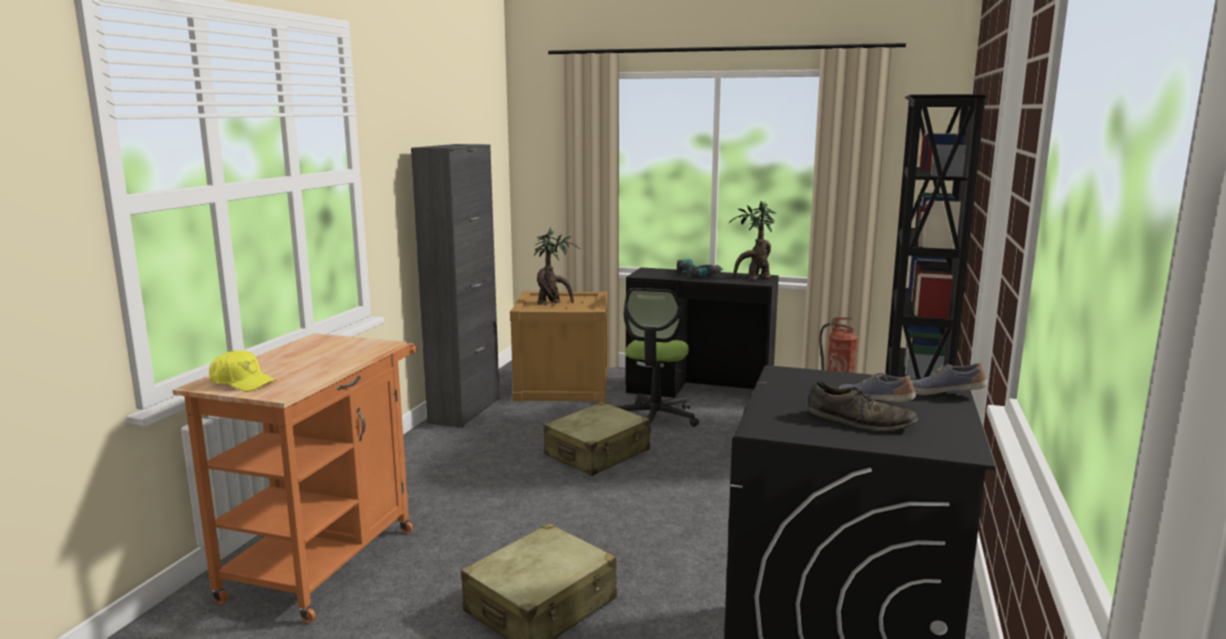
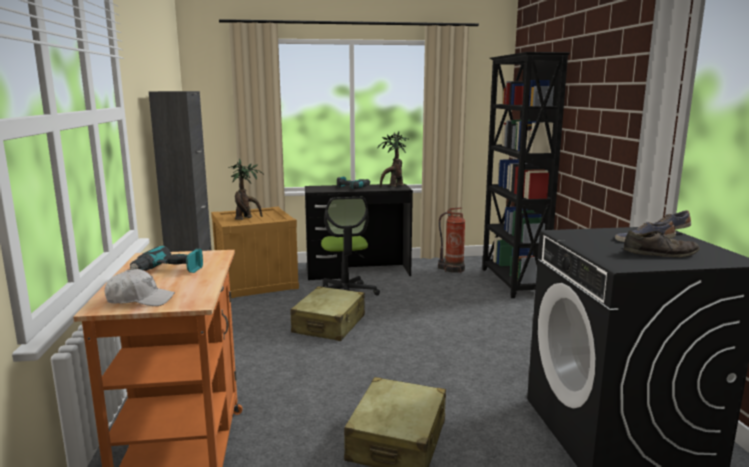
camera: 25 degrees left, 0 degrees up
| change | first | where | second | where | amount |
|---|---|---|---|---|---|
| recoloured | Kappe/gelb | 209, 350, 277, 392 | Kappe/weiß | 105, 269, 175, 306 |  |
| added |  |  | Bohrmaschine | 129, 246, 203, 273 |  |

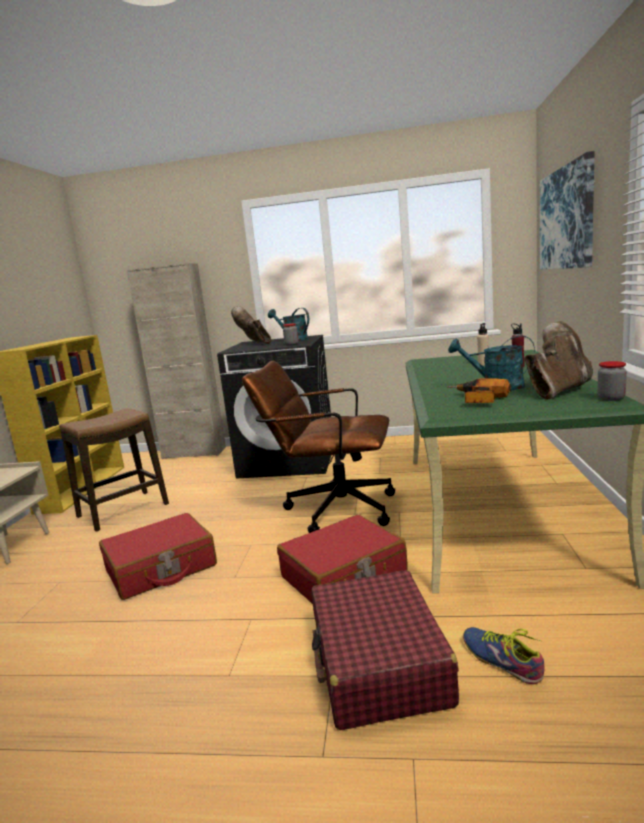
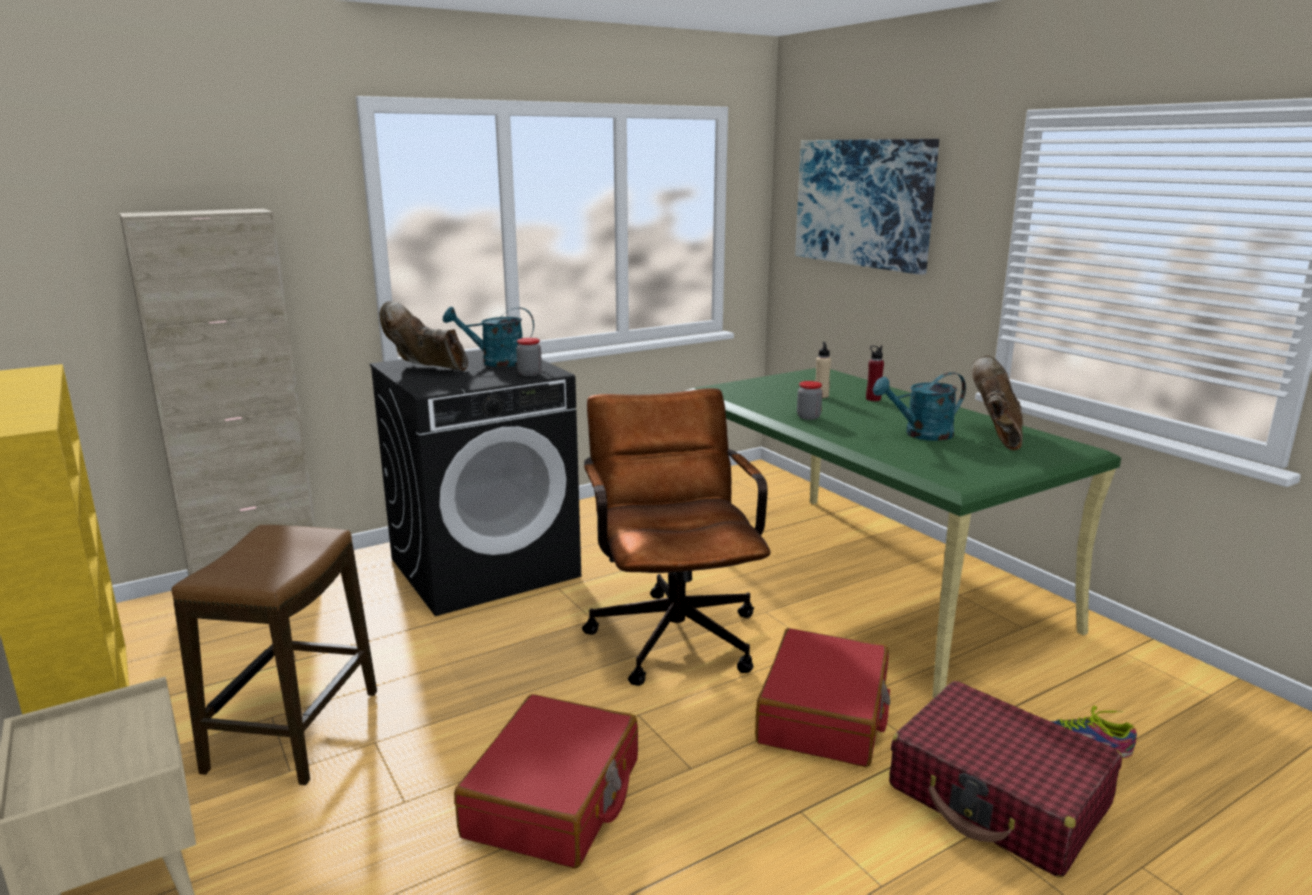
camera: 40 degrees left, 5 degrees up
| change | first | where | second | where | amount |
|---|---|---|---|---|---|
| turned | Bürostuhl/braun | 242, 361, 395, 533 |  | 582, 388, 771, 686 | 105 degrees clockwise |
| removed | Bohrmaschine | 447, 378, 511, 403 |  |  |  |
| moved | Vorratsglas | 597, 361, 627, 401 |  | 797, 381, 822, 420 |  |

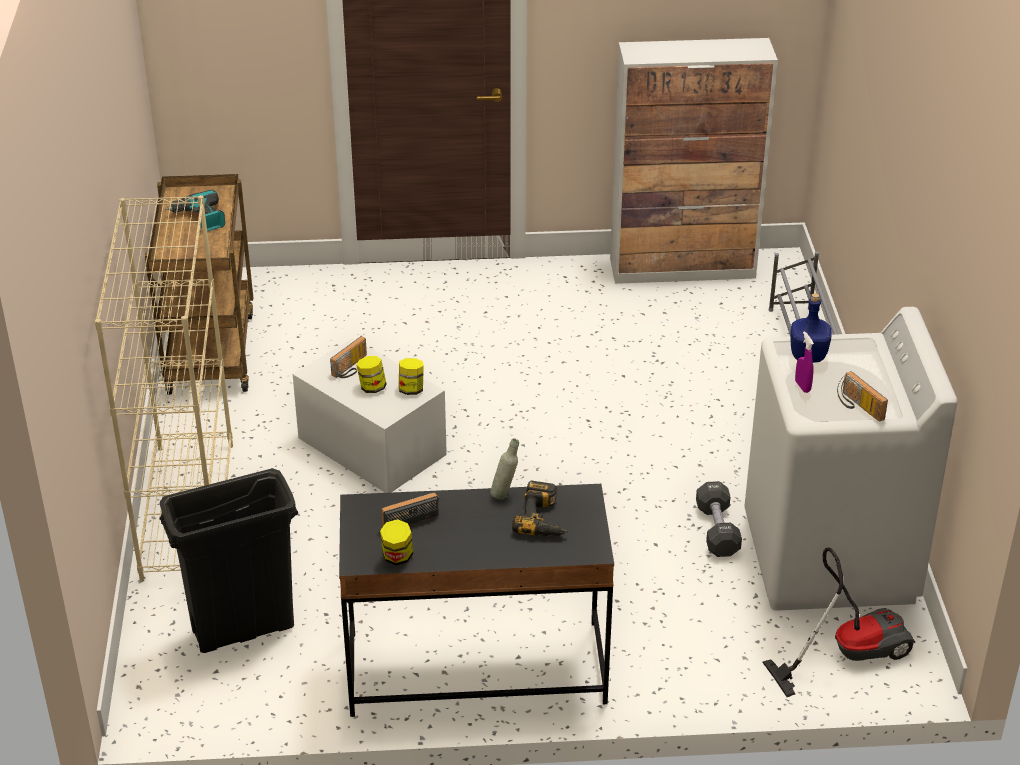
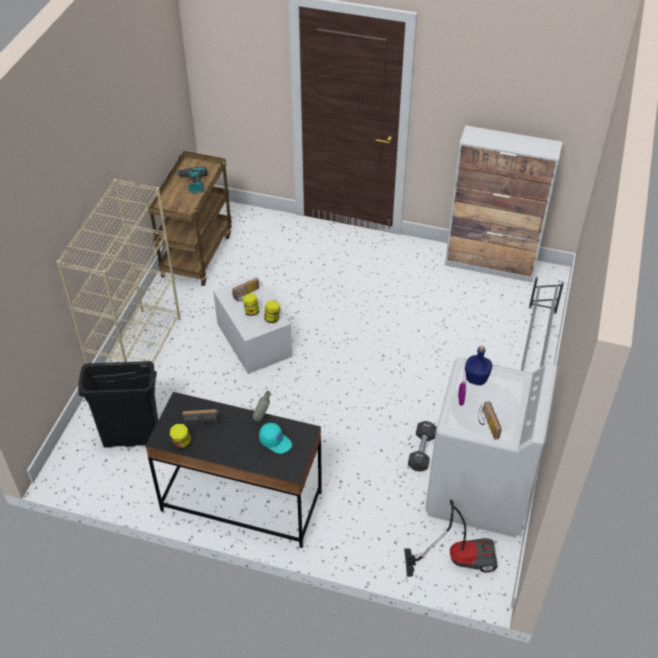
camera: 20 degrees right, 10 degrees up
| change | first | where | second | where | amount |
|---|---|---|---|---|---|
| replaced | Bohrmaschine | 512, 480, 568, 536 | Kappe/türkis | 259, 423, 292, 454 |  |

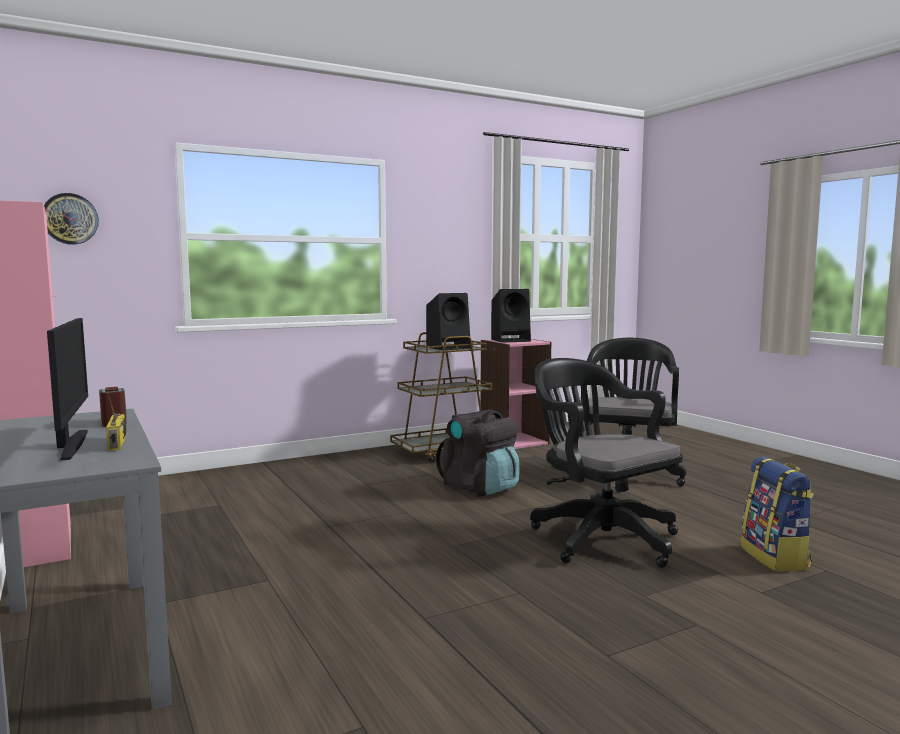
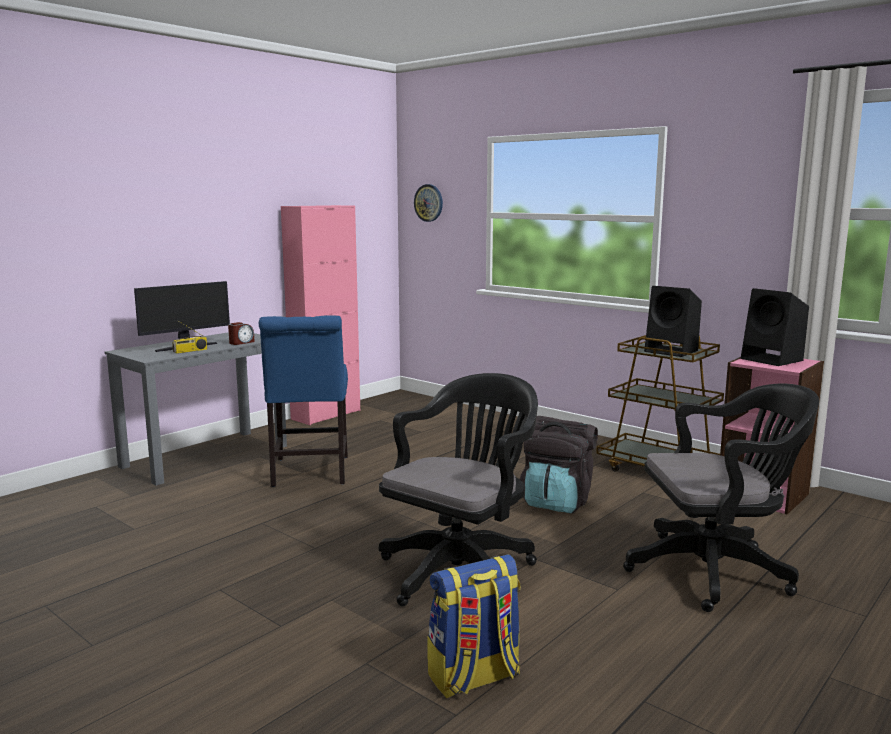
camera: 70 degrees right, 5 degrees up
| change | first | where | second | where | amount |
|---|---|---|---|---|---|
| added |  |  | Stuhl/blau | 259, 316, 348, 487 |  |

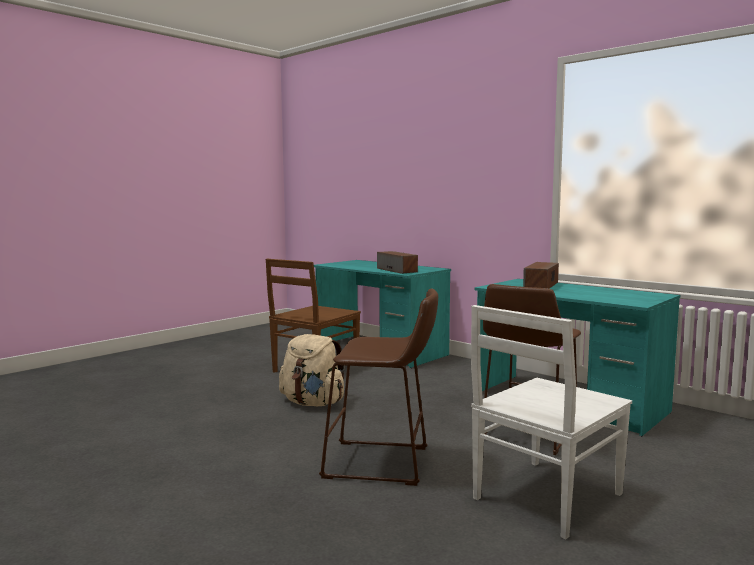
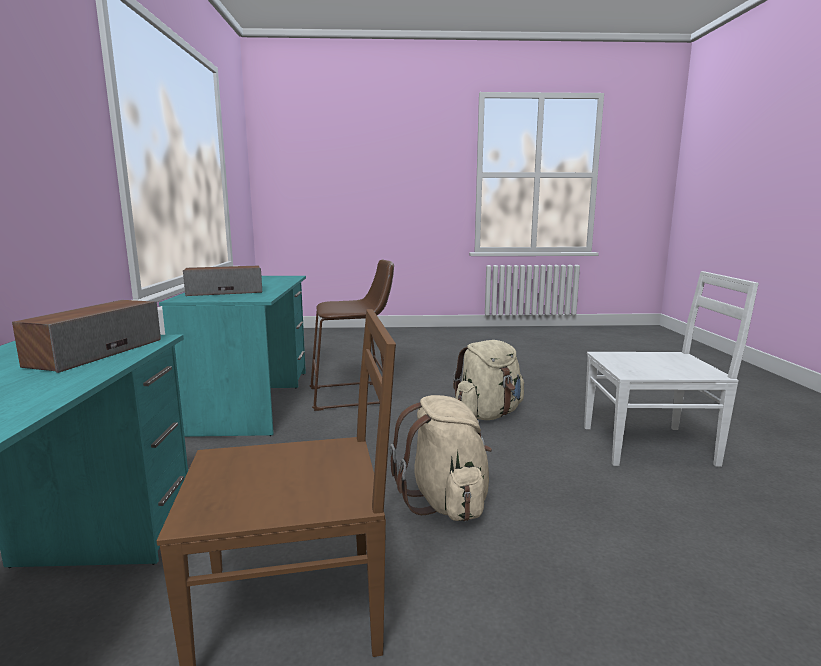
camera: 135 degrees left, 5 degrees up
| change | first | where | second | where | amount |
|---|---|---|---|---|---|
| replaced | Hocker/braun | 319, 288, 438, 486 | Rucksack/beige | 453, 340, 524, 420 |  |
| moved | Stuhl/weiß | 471, 305, 632, 539 |  | 584, 271, 759, 467 |  |

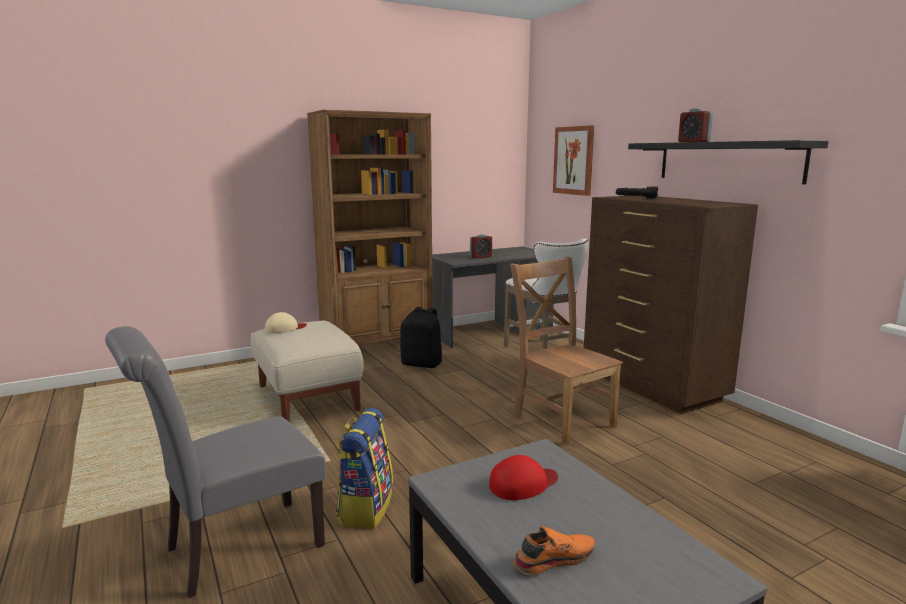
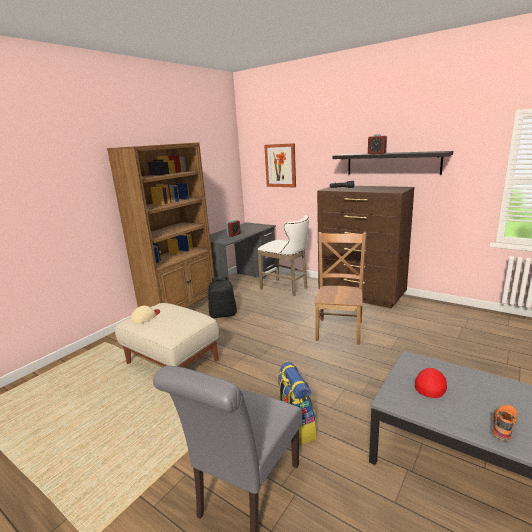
camera: 25 degrees left, 5 degrees up
| change | first | where | second | where | amount |
|---|---|---|---|---|---|
| turned | Stuhl/braun | 510, 256, 623, 446 |  | 314, 232, 367, 345 | 75 degrees clockwise |

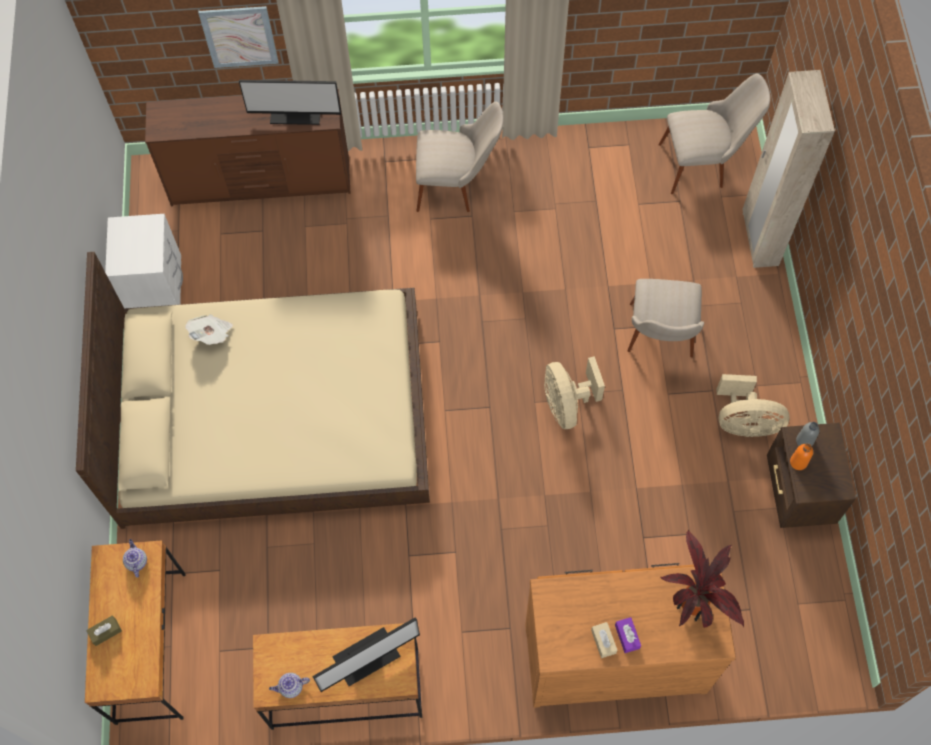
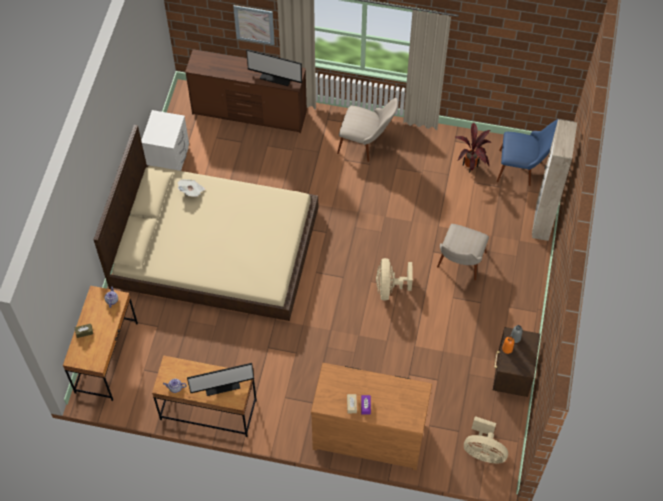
camera: 15 degrees right, 5 degrees down
| change | first | where | second | where | amount |
|---|---|---|---|---|---|
| recoloured | Stuhl/beige | 659, 74, 770, 194 | Stuhl/blau | 497, 119, 559, 186 |  |
| moved | Topfpflanze | 659, 530, 744, 628 |  | 454, 122, 492, 172 |  |
| moved | Ventilator/beige | 717, 374, 790, 437 |  | 464, 416, 508, 464 |  |

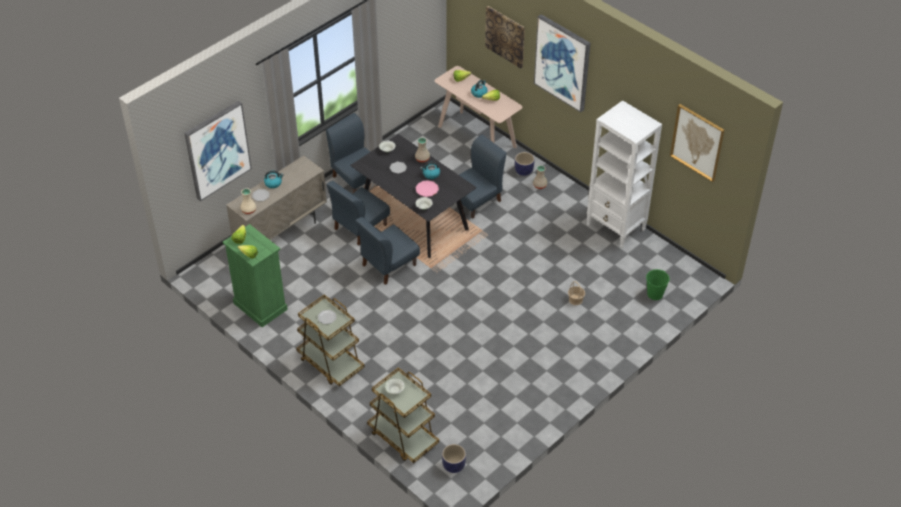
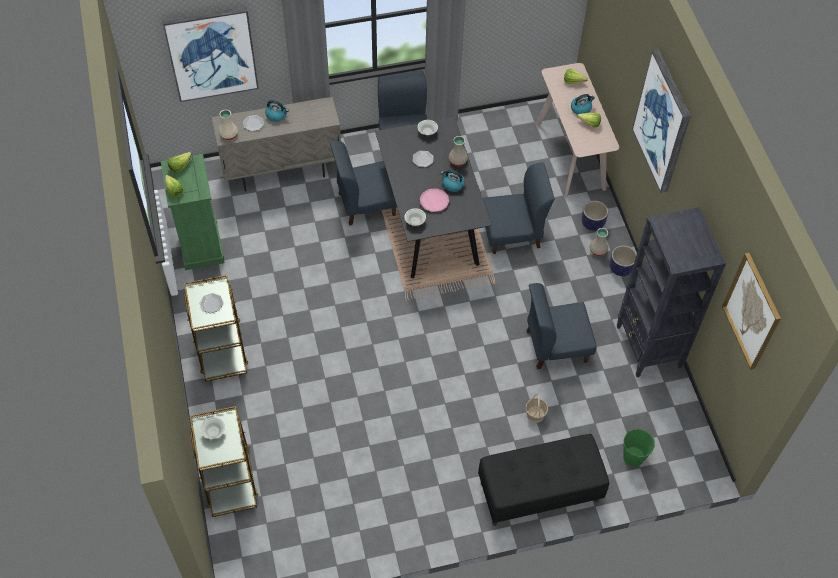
camera: 30 degrees right, 10 degrees up
| change | first | where | second | where | amount |
|---|---|---|---|---|---|
| moved | Stuhl/blau | 355, 217, 420, 285 |  | 526, 283, 597, 369 |  |
| moved | Pflanzkübel | 442, 444, 466, 473 |  | 610, 245, 637, 276 |  |
| removed | Bild | 485, 6, 525, 68 |  |  |  |
| recoloured | Bücherregal/weiß | 587, 100, 662, 248 | Bücherregal/schwarz | 617, 207, 726, 377 |  |
| added |  |  | Bank/schwarz | 478, 434, 609, 526 |  |

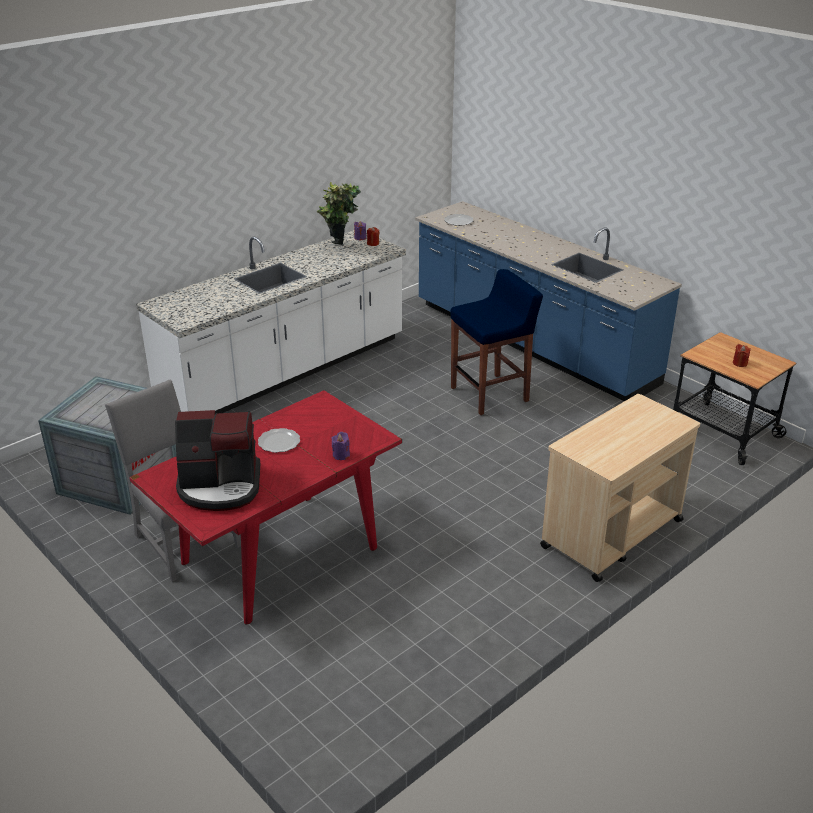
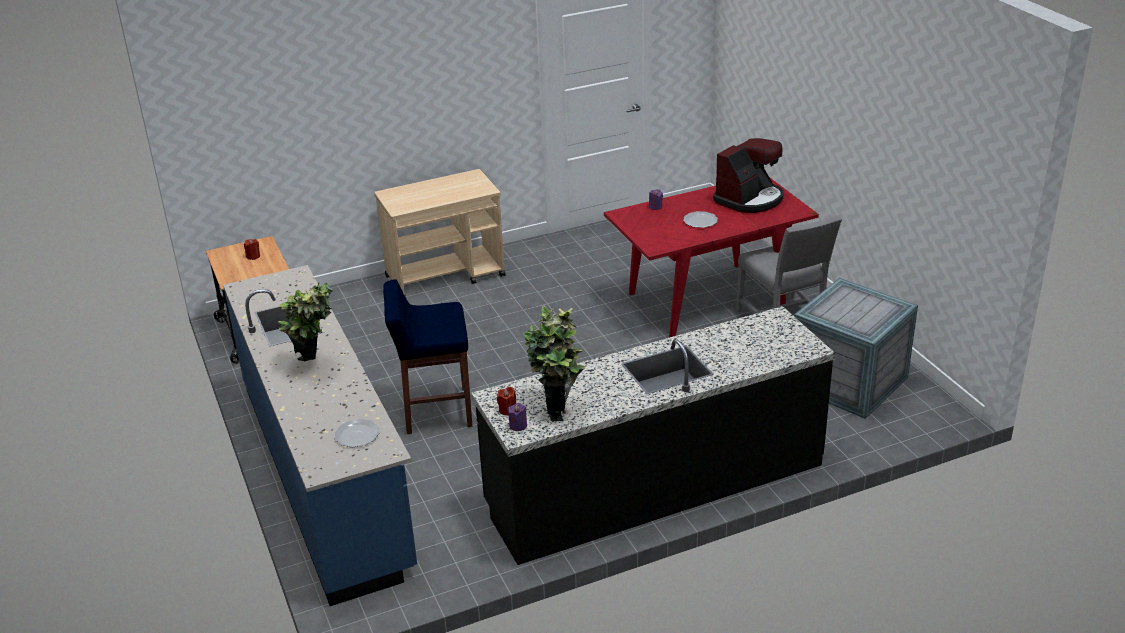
camera: 160 degrees left, 0 degrees up
| change | first | where | second | where | amount |
|---|---|---|---|---|---|
| recoloured | Küchenzeile/weiß | 136, 230, 406, 413 | Küchenzeile/schwarz | 471, 306, 835, 565 |  |
| turned | Kaffeemaschine | 175, 410, 260, 511 |  | 713, 138, 784, 213 | 120 degrees clockwise |
| added |  |  | Topfpflanze | 278, 283, 334, 361 |  |

